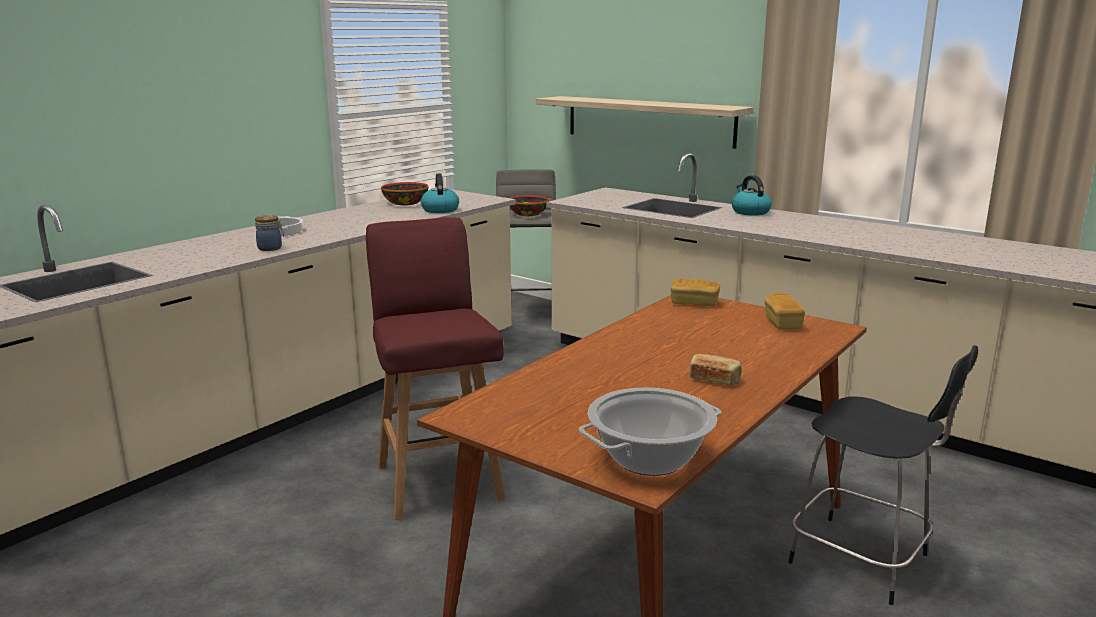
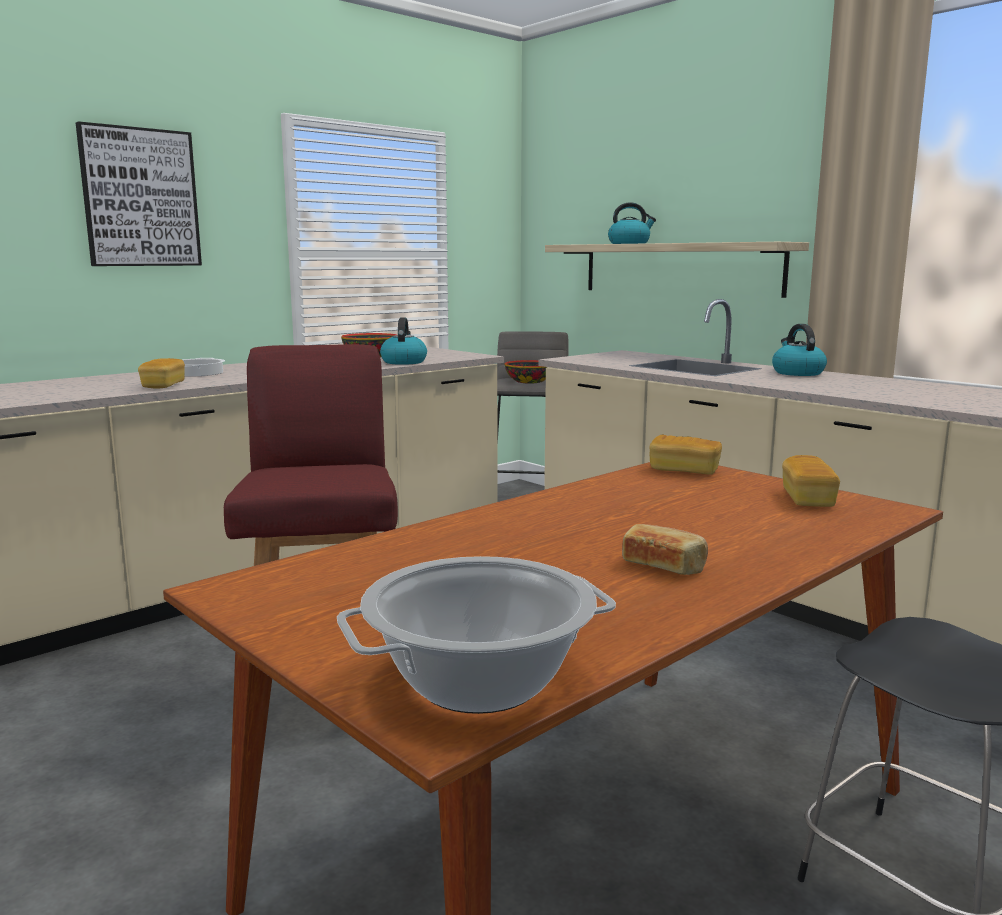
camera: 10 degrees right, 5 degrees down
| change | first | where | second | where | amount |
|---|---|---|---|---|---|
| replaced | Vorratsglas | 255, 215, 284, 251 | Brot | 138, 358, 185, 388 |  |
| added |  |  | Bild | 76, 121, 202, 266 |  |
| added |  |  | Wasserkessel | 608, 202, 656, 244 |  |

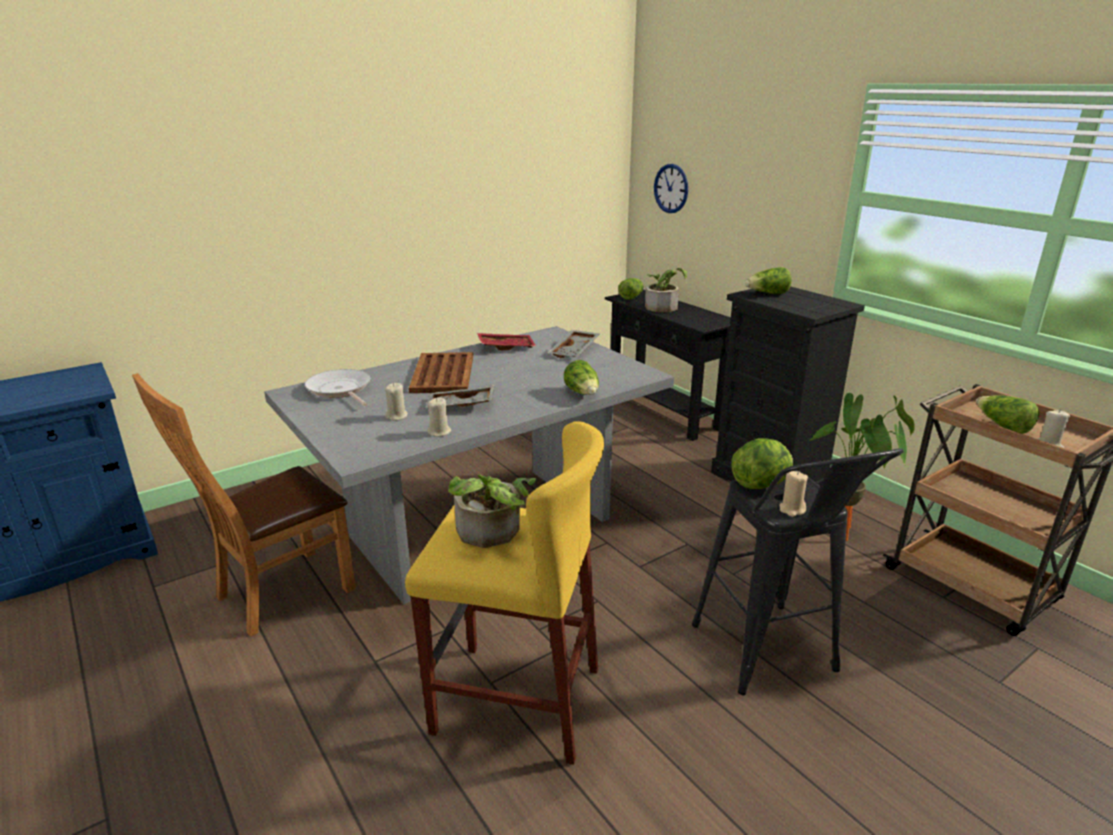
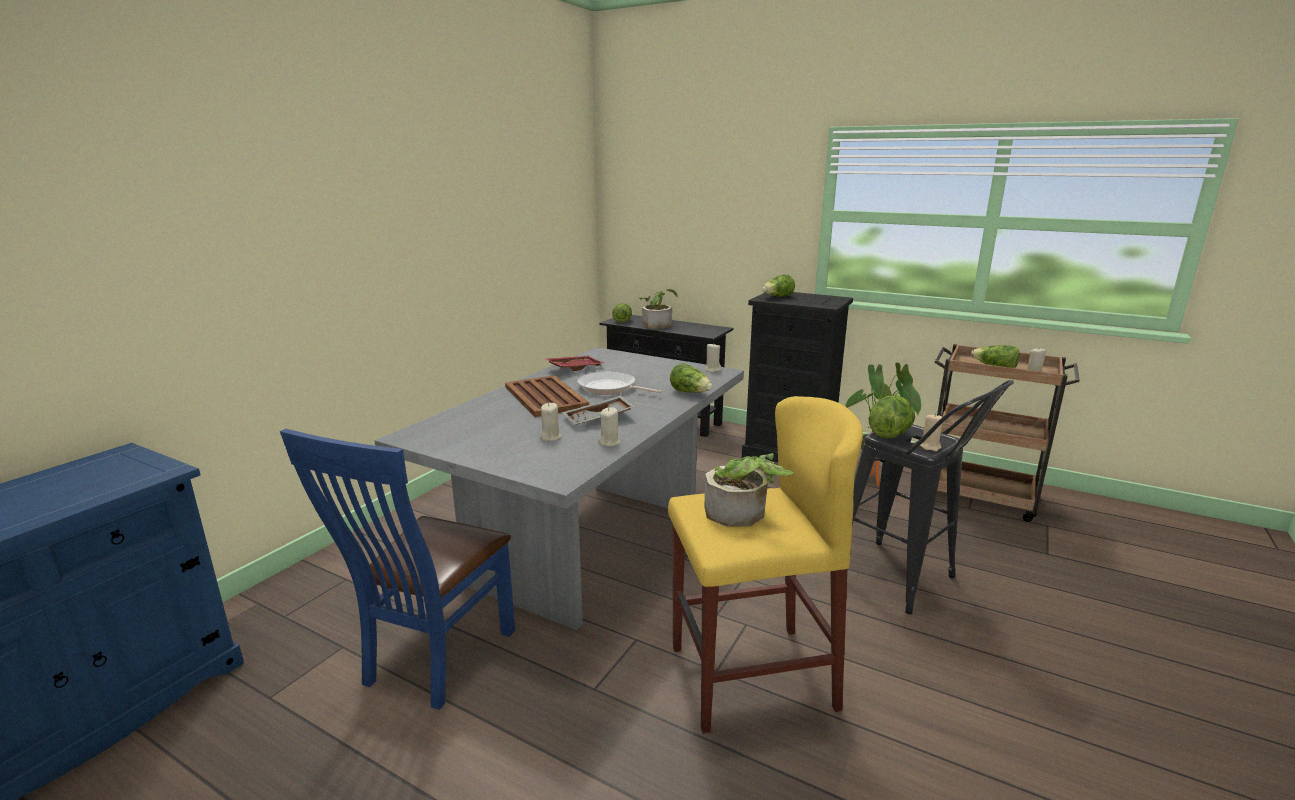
camera: 25 degrees left, 5 degrees down
| change | first | where | second | where | amount |
|---|---|---|---|---|---|
| recoloured | Stuhl/braun | 132, 373, 356, 637 | Stuhl/blau | 280, 428, 515, 710 |  |
| moved | Pfanne | 305, 369, 370, 406 |  | 578, 371, 662, 395 |  |
| removed | Tablett/grau | 548, 330, 599, 358 |  |  |  |
| removed | Wanduhr | 654, 164, 688, 213 |  |  |  |
| added |  |  | Kerze/beige | 705, 344, 721, 373 |  |

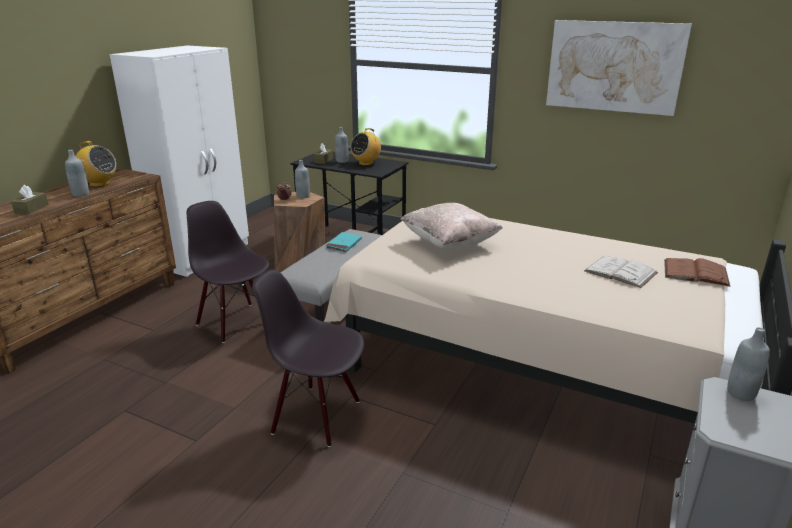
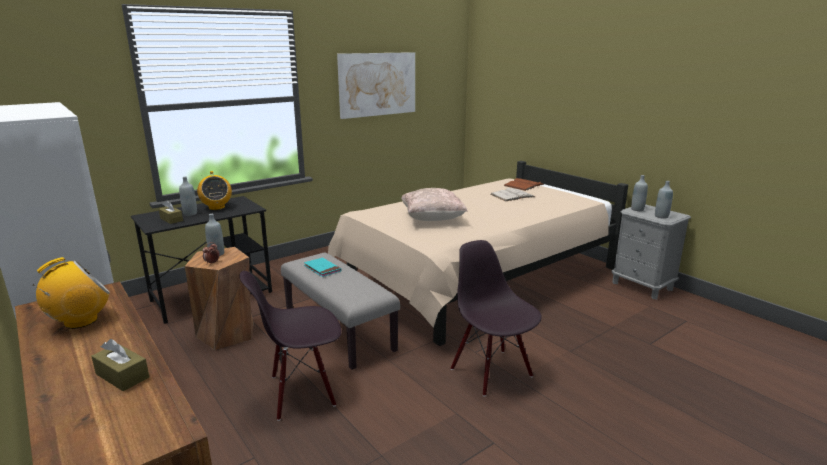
camera: 65 degrees left, 5 degrees down
| change | first | where | second | where | amount |
|---|---|---|---|---|---|
| moved | Flasche/grau | 65, 150, 89, 197 |  | 655, 181, 673, 219 |  |
| turned | Stuhl/schwarz | 252, 269, 364, 447 |  | 451, 240, 542, 397 | 105 degrees clockwise |

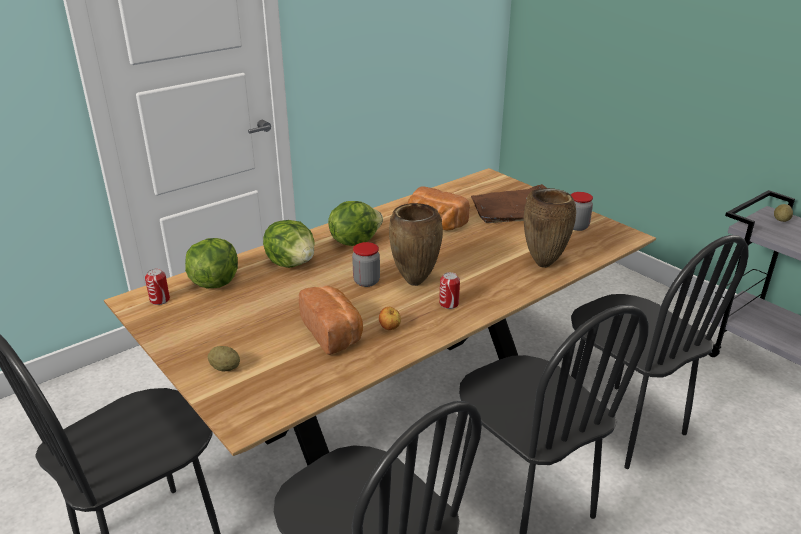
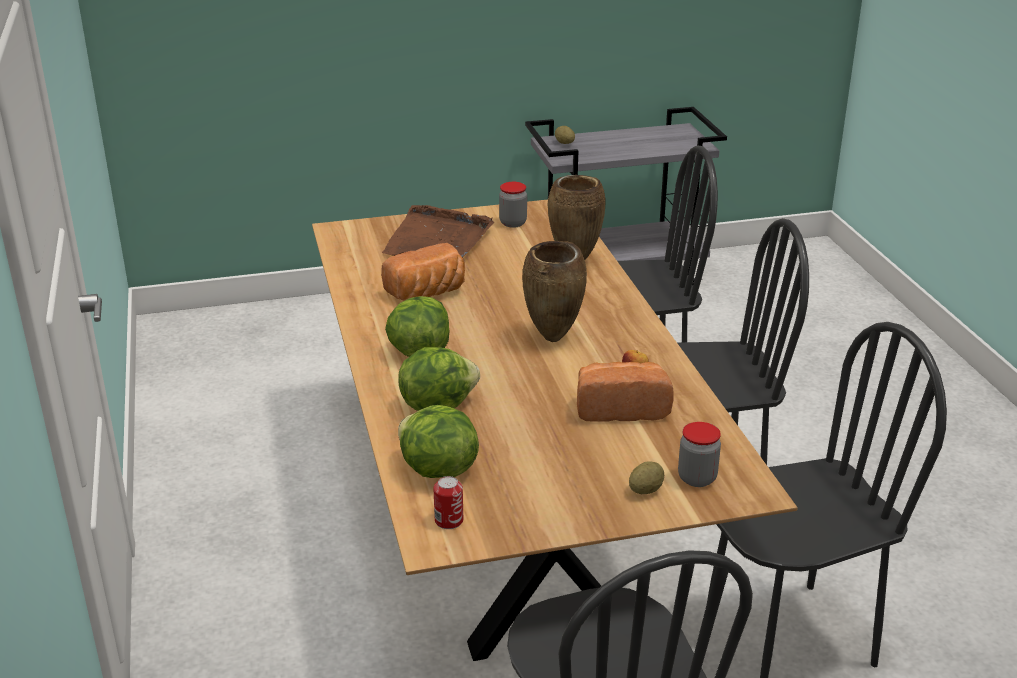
camera: 65 degrees left, 0 degrees up
| change | first | where | second | where | amount |
|---|---|---|---|---|---|
| moved | Vorratsglas | 352, 242, 380, 287 |  | 678, 422, 721, 487 |  |
| removed | Dose | 439, 272, 460, 309 |  |  |  |

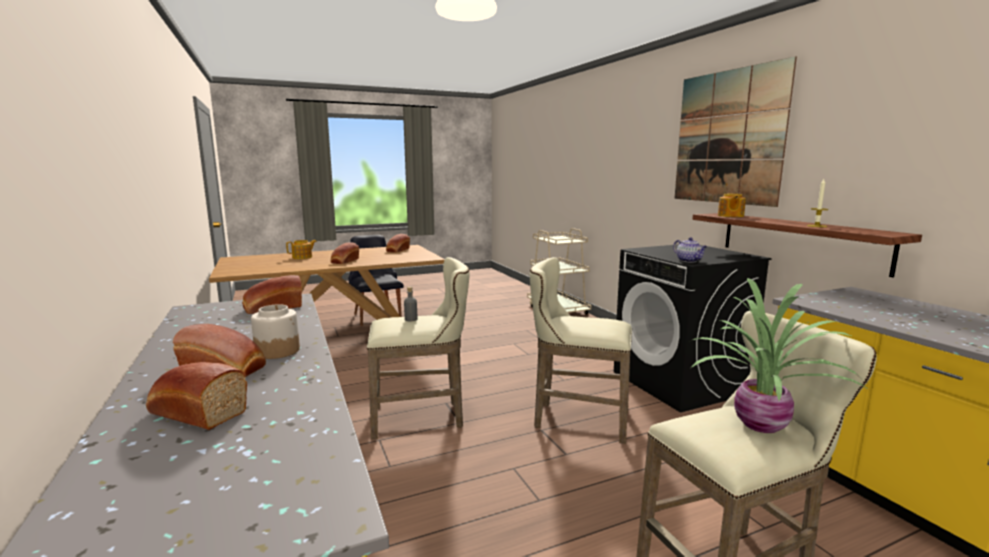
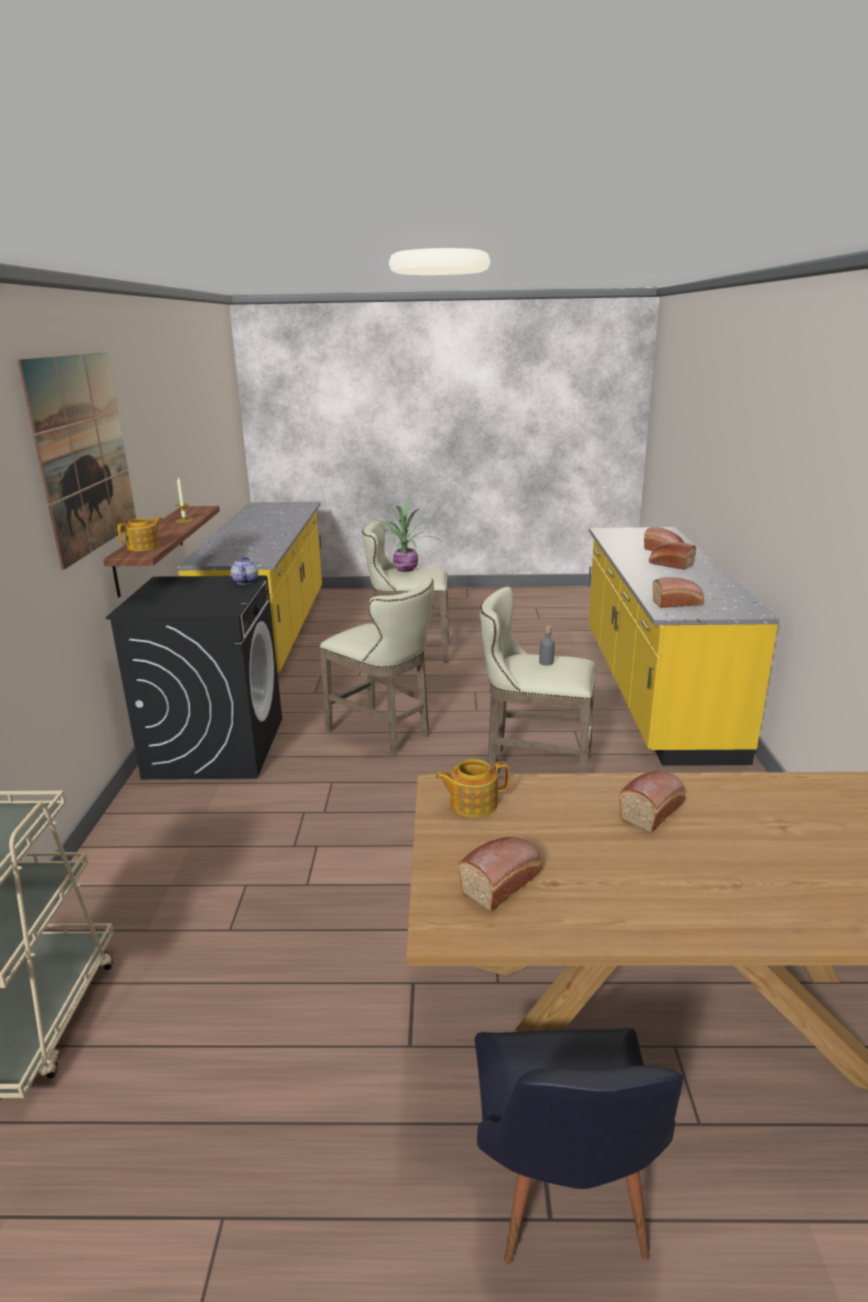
camera: 155 degrees left, 10 degrees up
| change | first | where | second | where | amount |
|---|---|---|---|---|---|
| removed | Vorratsglas | 251, 304, 300, 359 |  |  |  |
| moved | Teekanne | 286, 240, 317, 259 |  | 435, 759, 510, 818 |  |

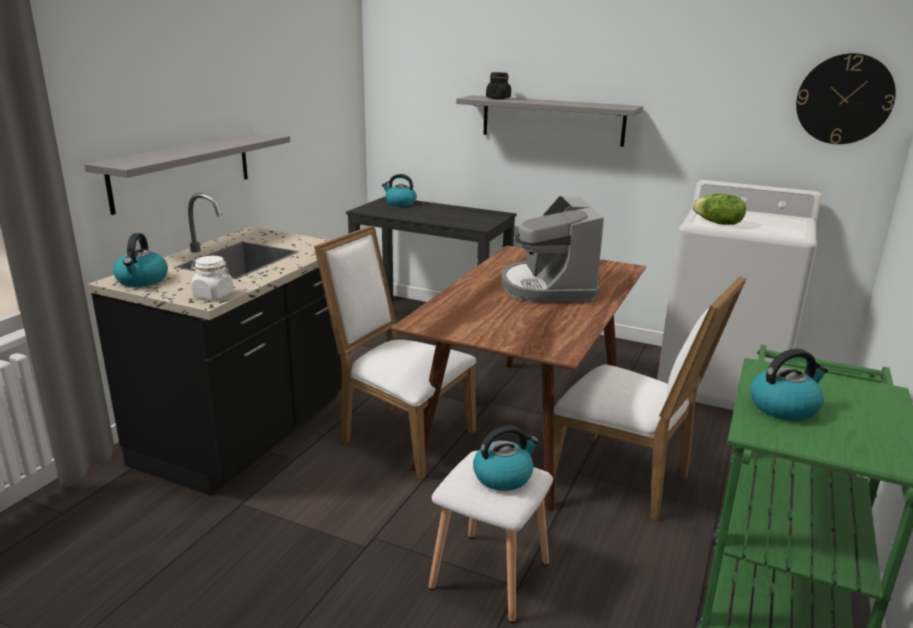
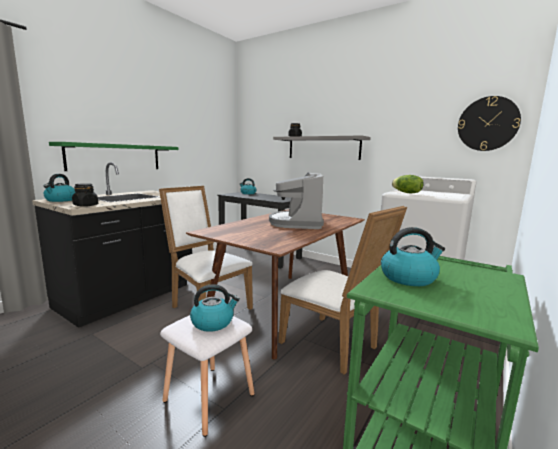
camera: 10 degrees right, 10 degrees down
| change | first | where | second | where | amount |
|---|---|---|---|---|---|
| recoloured | Wandregal/grau | 85, 133, 290, 215 | Wandregal/grün | 49, 142, 178, 171 |  |
| recoloured | Vorratsglas/weiß | 191, 256, 234, 300 | Vorratsglas/schwarz | 72, 183, 98, 207 |  |

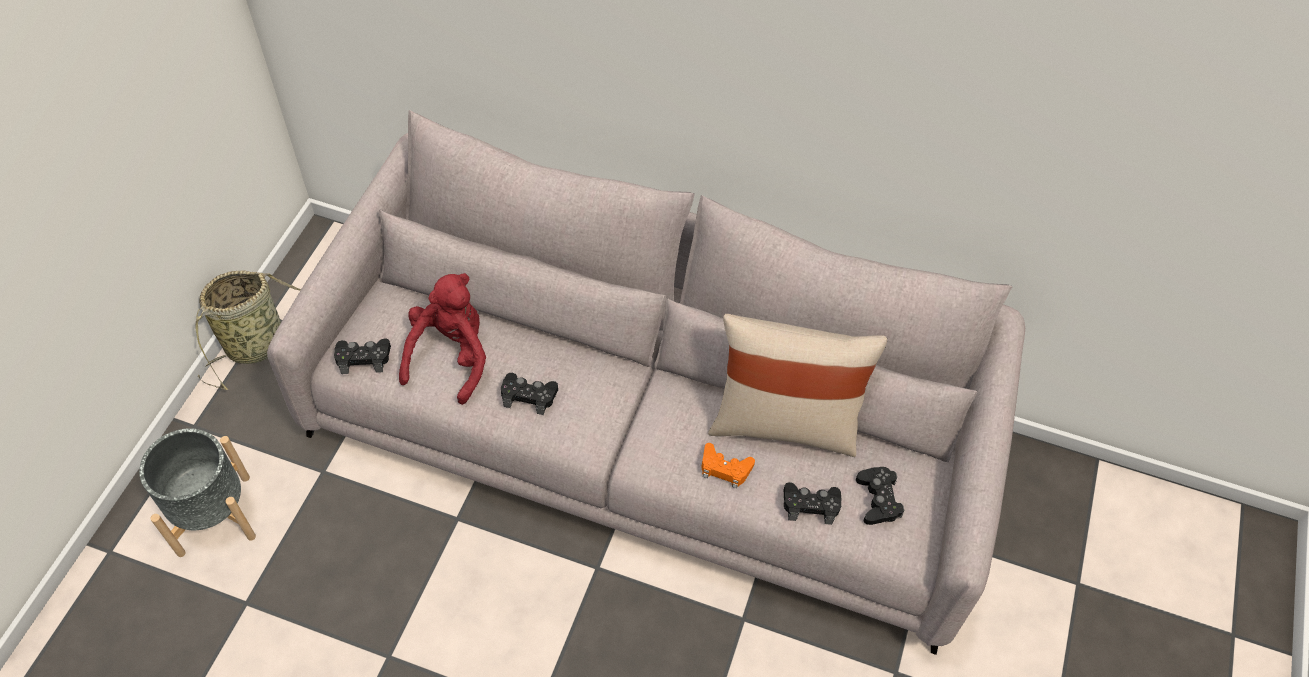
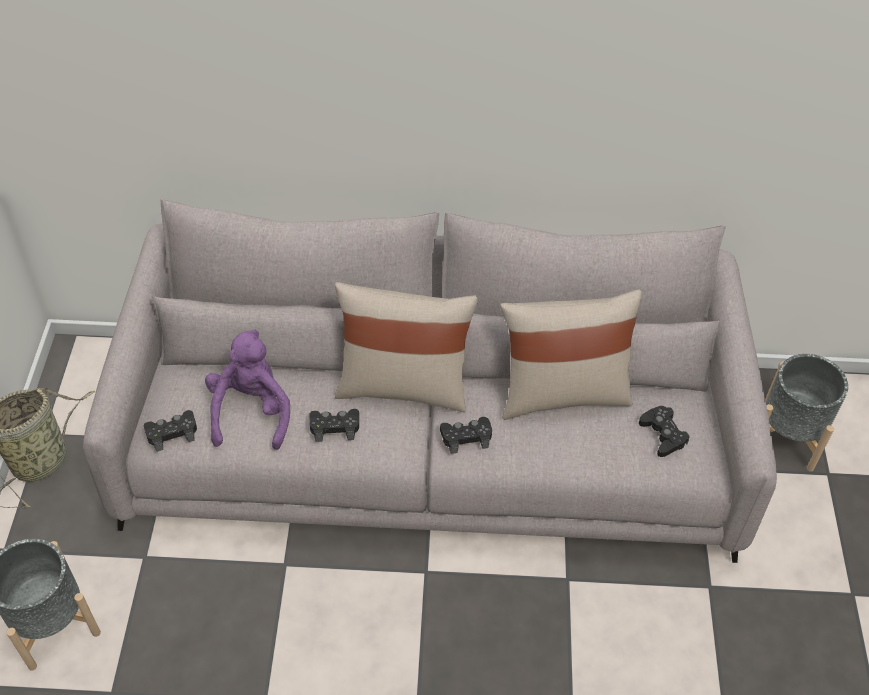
camera: 15 degrees left, 5 degrees down
| change | first | where | second | where | amount |
|---|---|---|---|---|---|
| recoloured | Plüschtier/rot | 399, 273, 486, 405 | Plüschtier/lila | 205, 329, 290, 450 |  |
| removed | Gamepad/orange | 701, 443, 755, 488 |  |  |  |
| moved | Gamepad/schwarz | 784, 482, 842, 525 |  | 440, 417, 492, 454 |  |
| added |  |  | Kissen/beige | 335, 282, 478, 412 |  |
| added |  |  | Pflanzkübel/grau | 765, 354, 848, 472 |  |

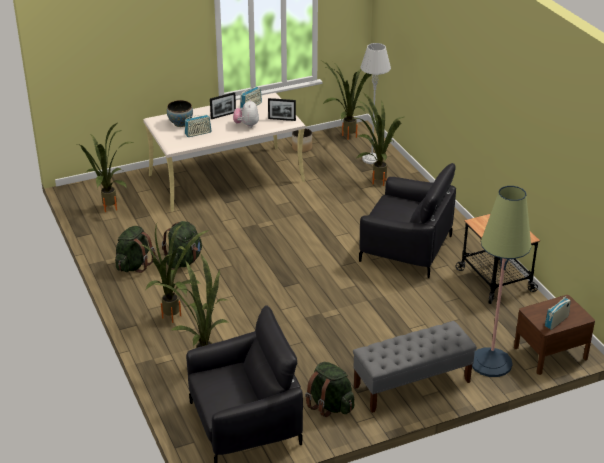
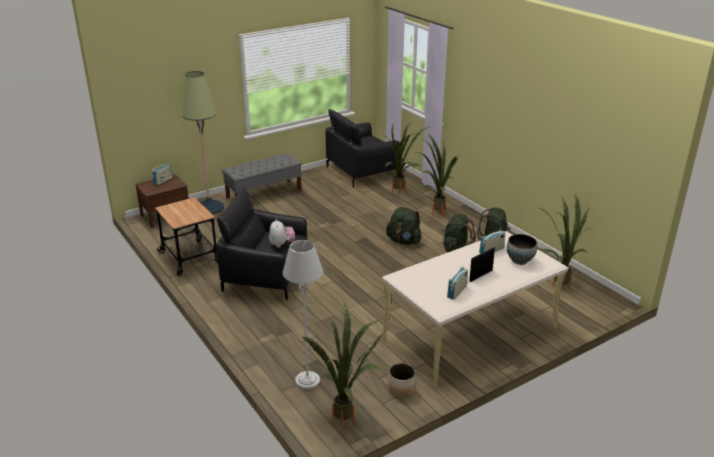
camera: 170 degrees right, 5 degrees down
| change | first | where | second | where | amount |
|---|---|---|---|---|---|
| moved | Plüschtier | 233, 100, 259, 128 |  | 269, 219, 295, 248 |  |
| removed | Bilderrahmen | 268, 98, 296, 121 |  |  |  |
| moved | Rucksack/grün | 305, 362, 354, 417 |  | 386, 207, 421, 245 |  |
| removed | Topfpflanze | 353, 93, 404, 186 |  |  |  |

